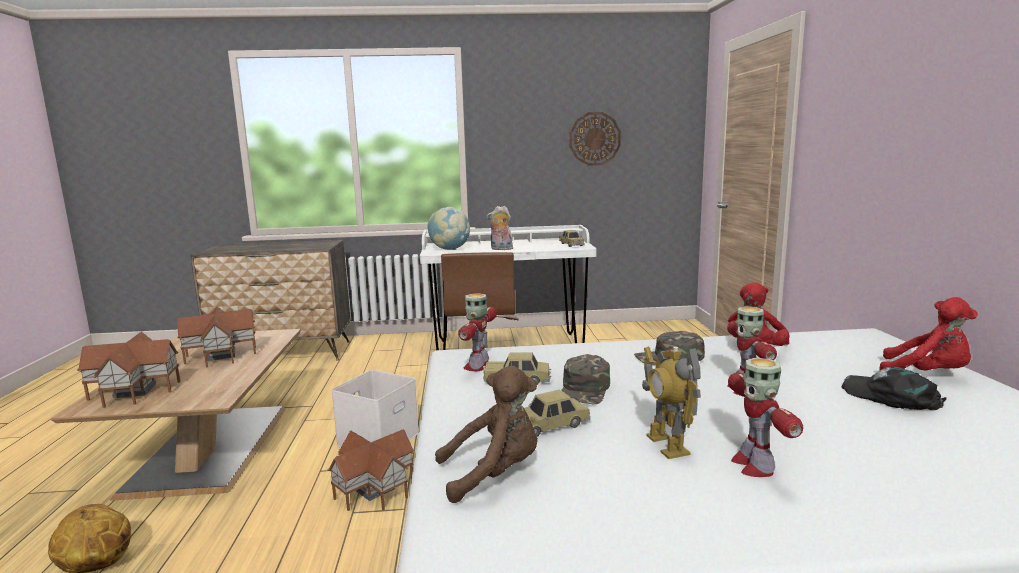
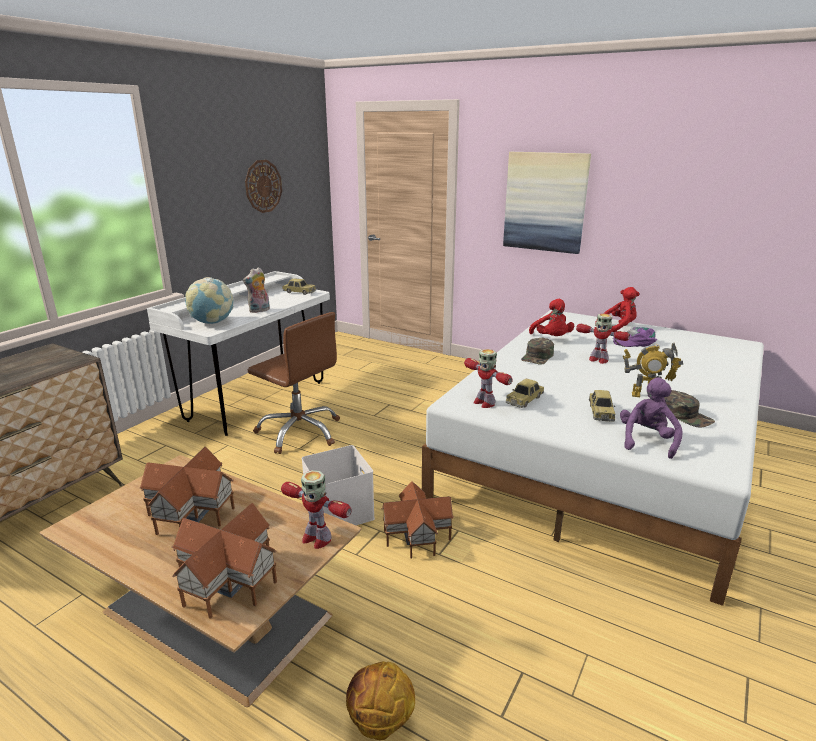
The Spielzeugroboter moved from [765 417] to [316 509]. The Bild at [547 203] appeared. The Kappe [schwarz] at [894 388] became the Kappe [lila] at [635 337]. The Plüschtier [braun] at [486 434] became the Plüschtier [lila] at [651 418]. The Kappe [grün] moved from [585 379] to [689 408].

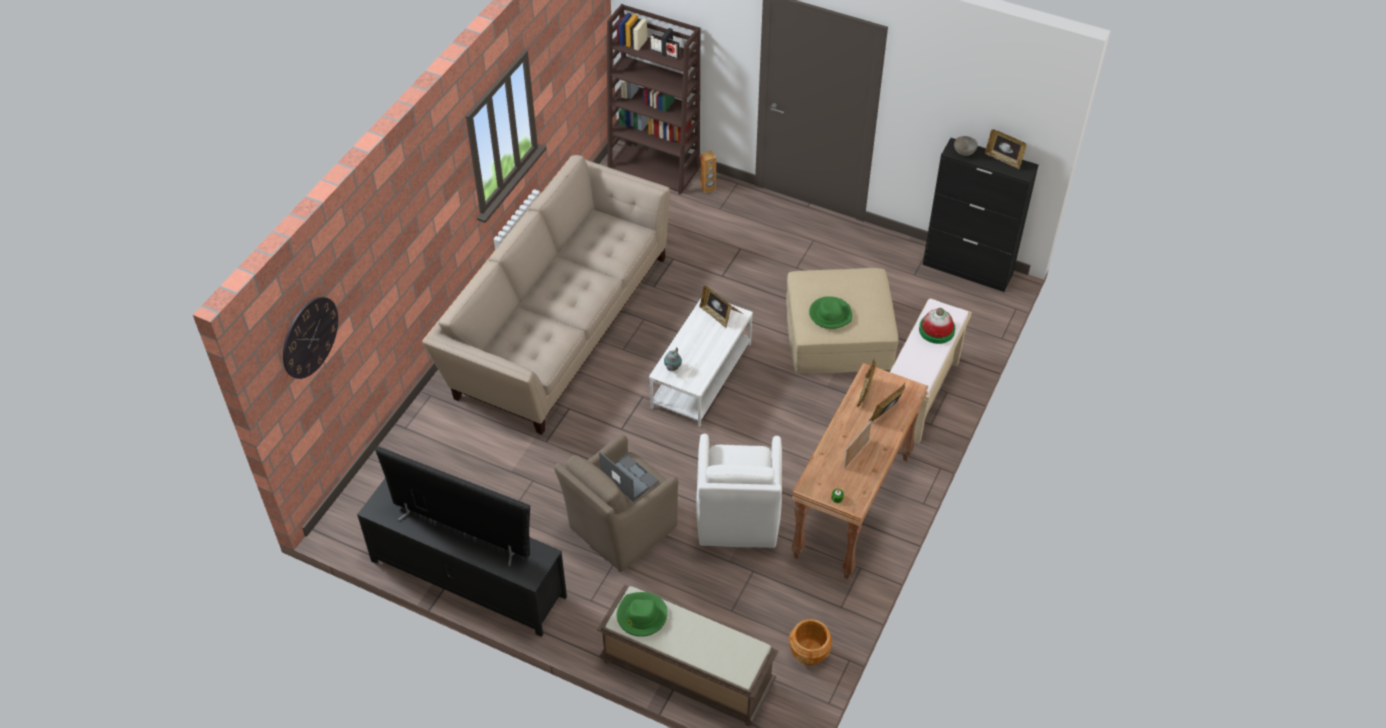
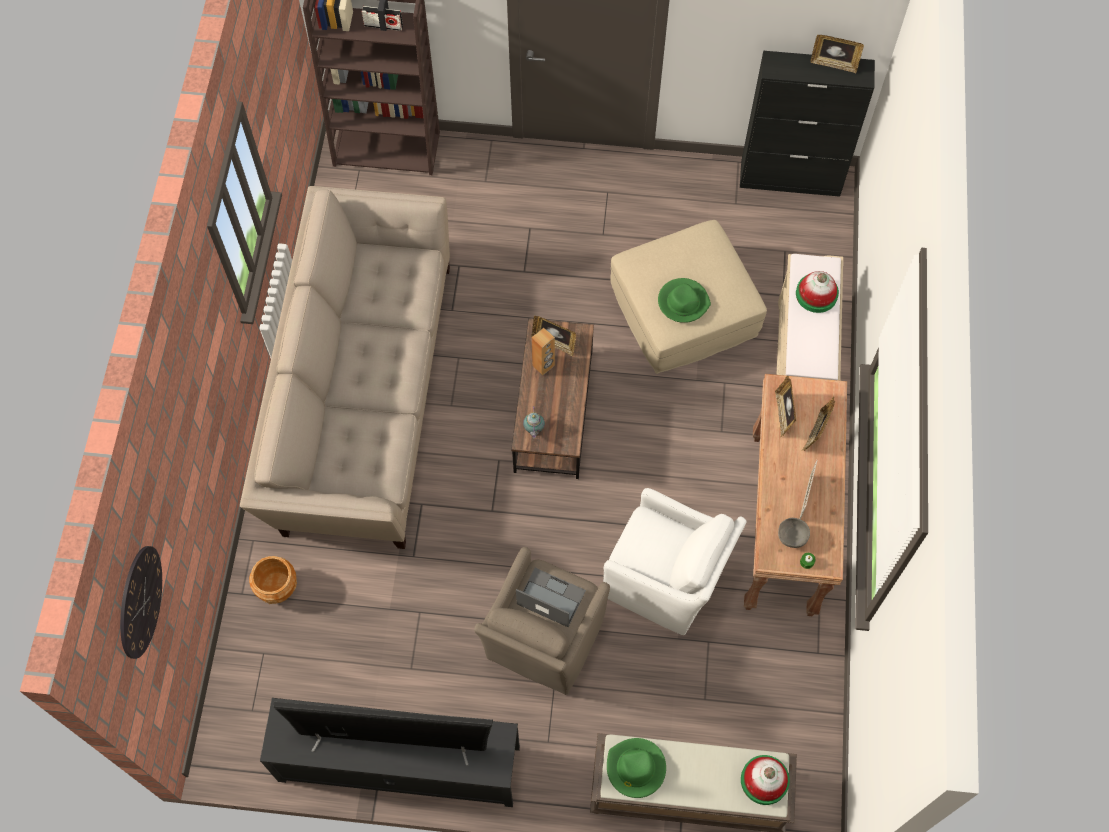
The Pflanzkübel [braun] moved from [810 642] to [273 580]. The Couchtisch [weiß] at [701 362] became the Couchtisch [braun] at [552 398]. The Lautsprecher [braun] moved from [708 172] to [543 352]. The Sessel [weiß] at [739 491] turned 45 degrees counterclockwise. The Hut at [765 780] appeared. The Schüssel [grau] moved from [966 146] to [794 533].

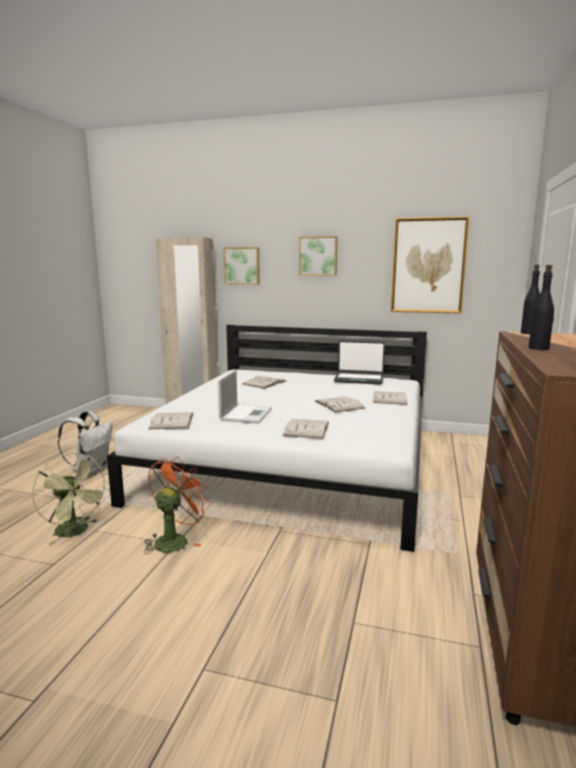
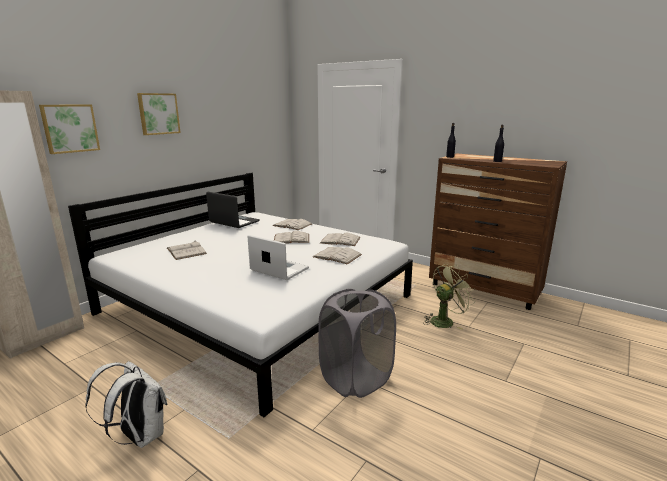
The Laptop at [359 362] turned 90 degrees counterclockwise. The Ventilator [orange] at [177 505] was replaced by the Wäschekorb [grau] at [357 343]. The Buch [weiß] moved from [171 420] to [340 239]. The Ventilator [grün] moved from [70 499] to [449 297]. The Bild at [430 265] disappeared.

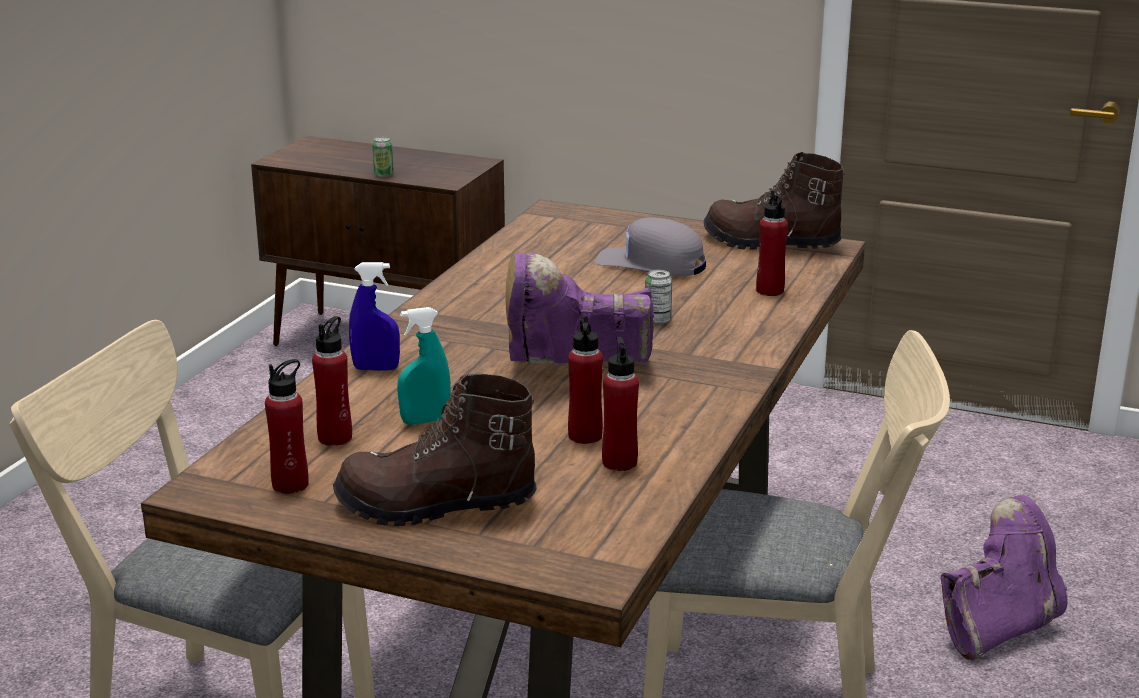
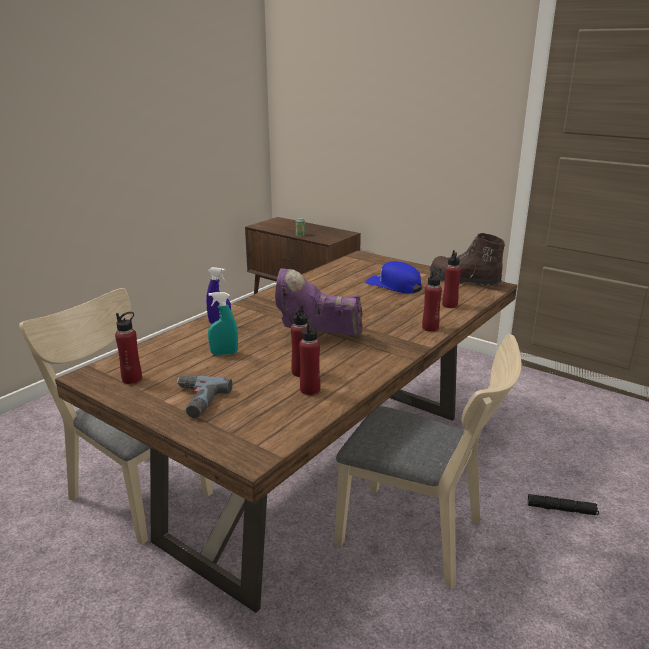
The Stiefel [braun] at [435 450] was replaced by the Bohrmaschine at [204 396]. The Kappe [grau] at [650 246] became the Kappe [blau] at [393 277]. The Flasche [rot] moved from [332 381] to [432 300]. The Stiefel [lila] at [1004 577] was replaced by the Taschenlampe [schwarz] at [563 504]. The Dose at [658 297] disappeared.

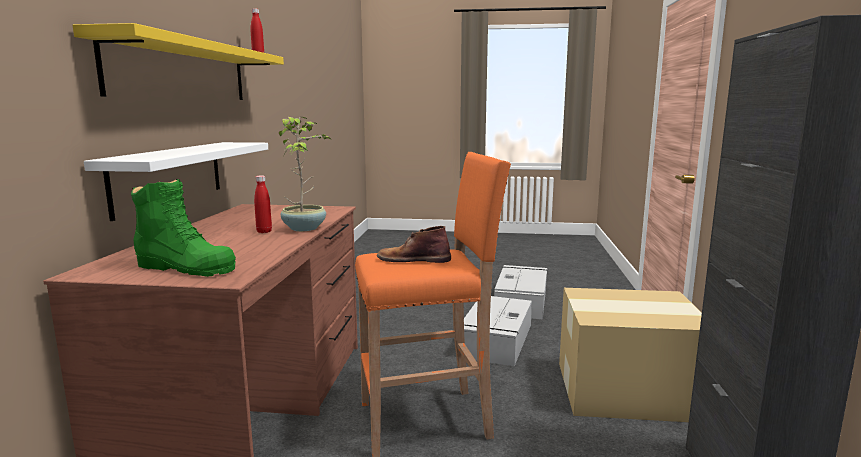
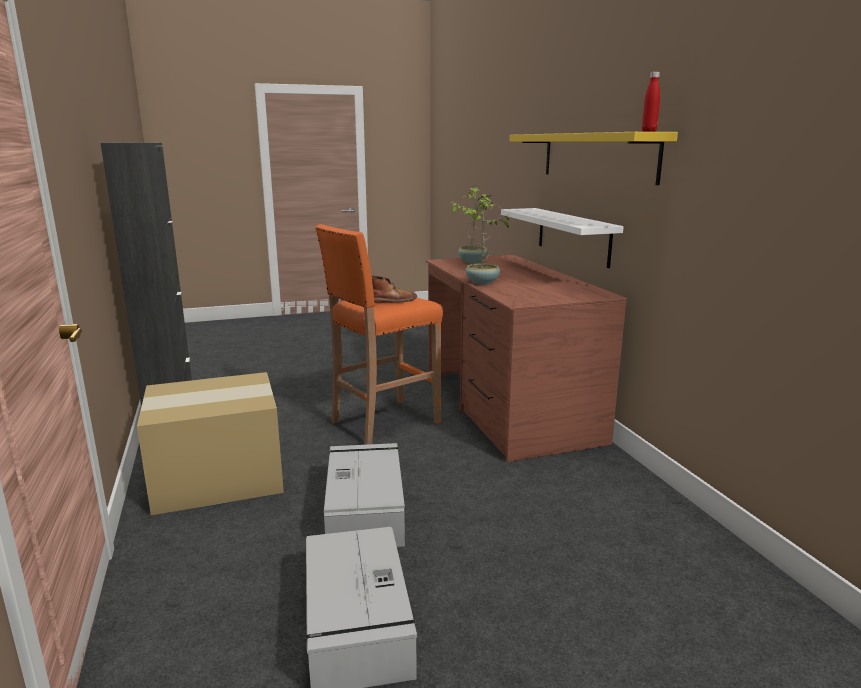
The Stiefel [grün] at [183 228] was replaced by the Topfpflanze at [470 224]. The Flasche [rot] at [263 204] disappeared.

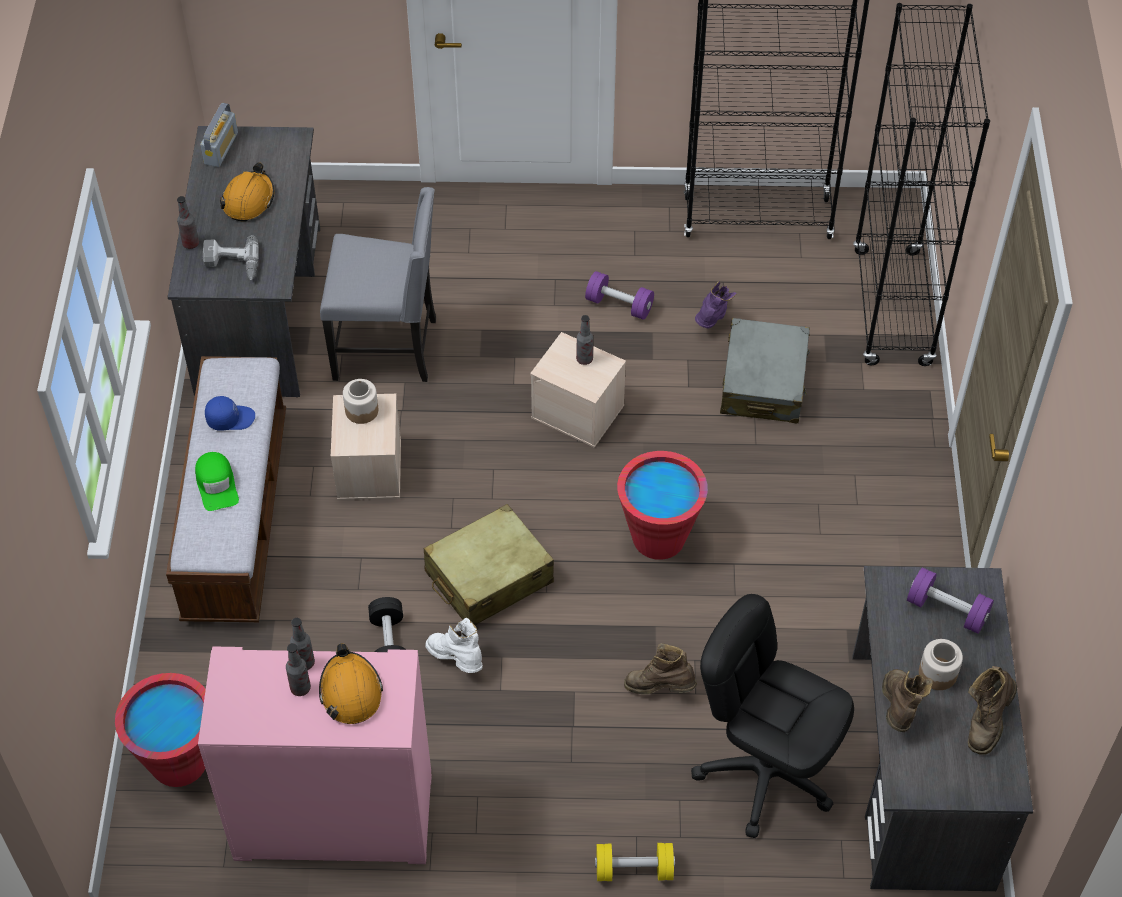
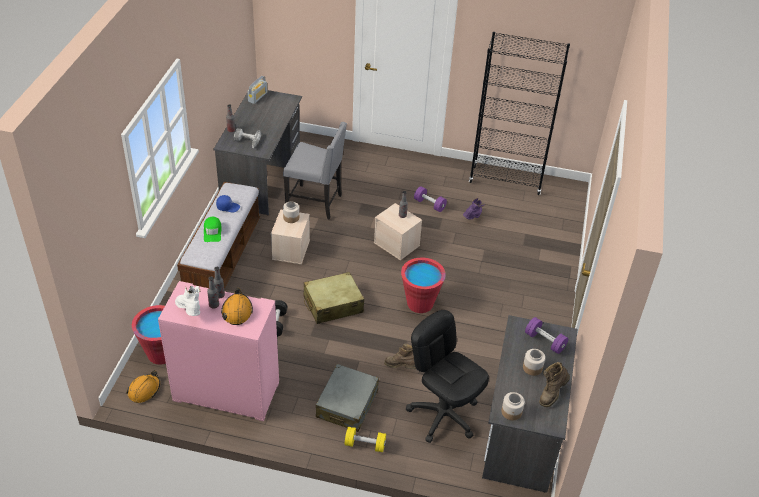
The Schutzhelm [orange] moved from [247 192] to [143 386]. The Stiefel [weiß] moved from [454 645] to [187 301]. The Koffer [grau] moved from [765 371] to [347 398]. The Vorratsglas at [513 406] appeared. The Bücherregal [schwarz] at [921 184] disappeared. The Stiefel [braun] at [907 700] disappeared.

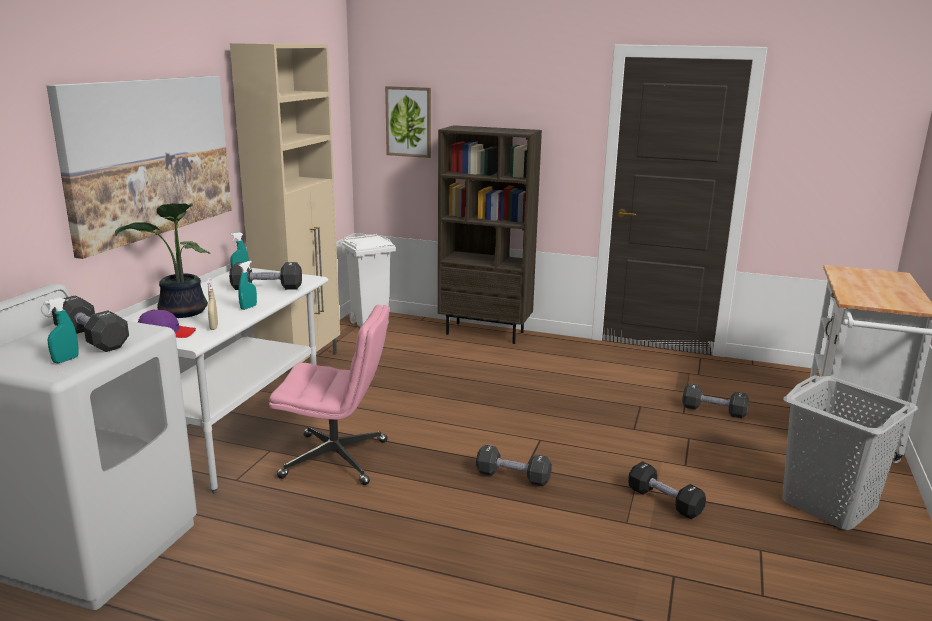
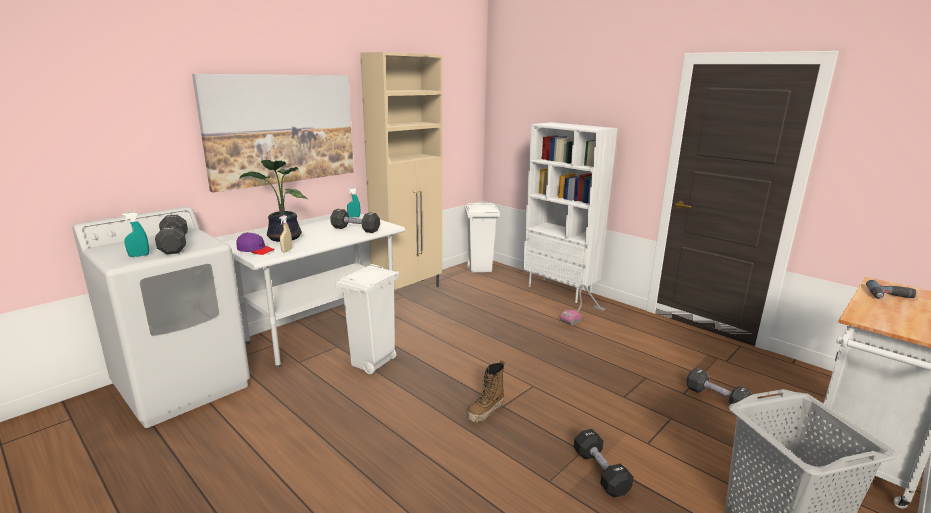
The Bürostuhl [rosa] at [329 394] was replaced by the Mülleimer [weiß] at [367 319]. The Hantel [schwarz] at [514 465] was replaced by the Stiefel at [486 391]. The Bücherregal [braun] at [490 234] became the Bücherregal [weiß] at [570 212]. The Staubsauger at [583 305] appeared. The Bohrmaschine at [891 289] appeared. The Sprühflasche [türkis] at [247 285] disappeared. The Bild at [408 122] disappeared.

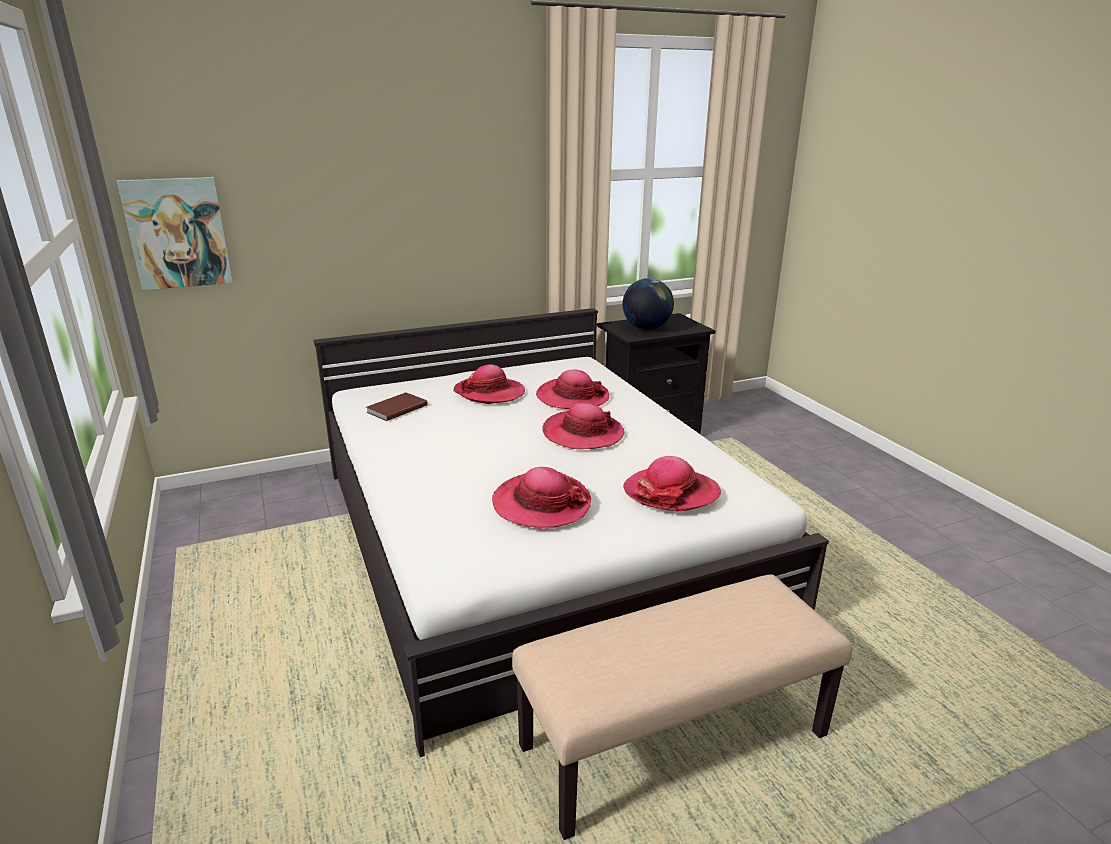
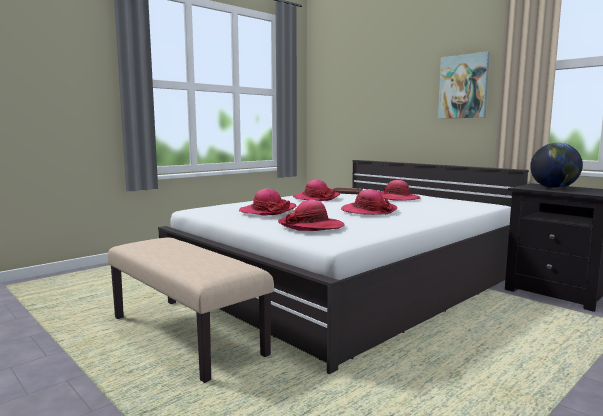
The Hut moved from [573 389] to [316 190]. The Bild moved from [175 233] to [464 85].

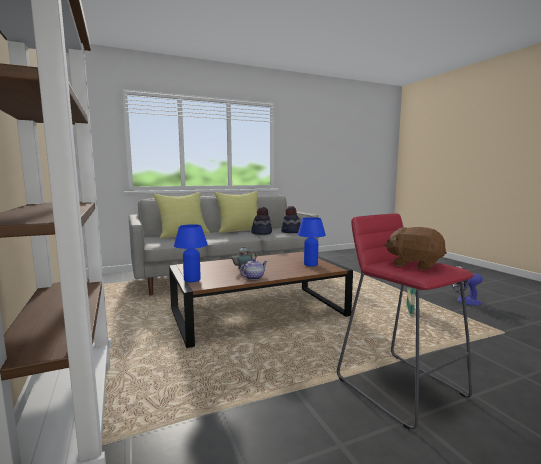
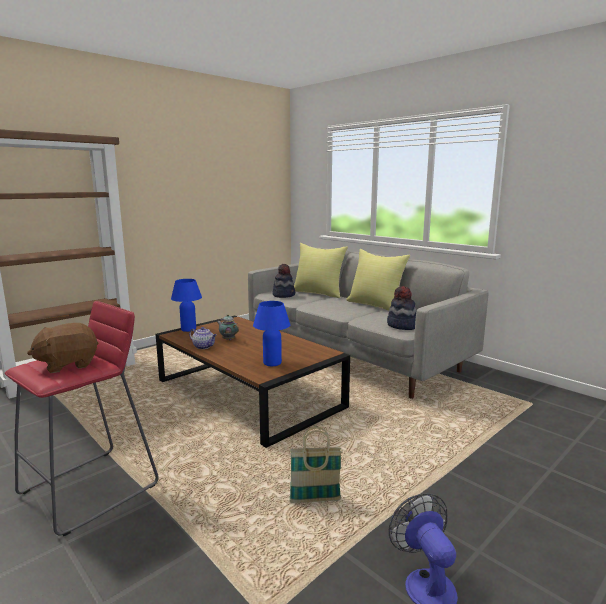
The Plüschtier [braun] at [416 248] turned 135 degrees counterclockwise. The Hut moved from [261 221] to [283 281].

